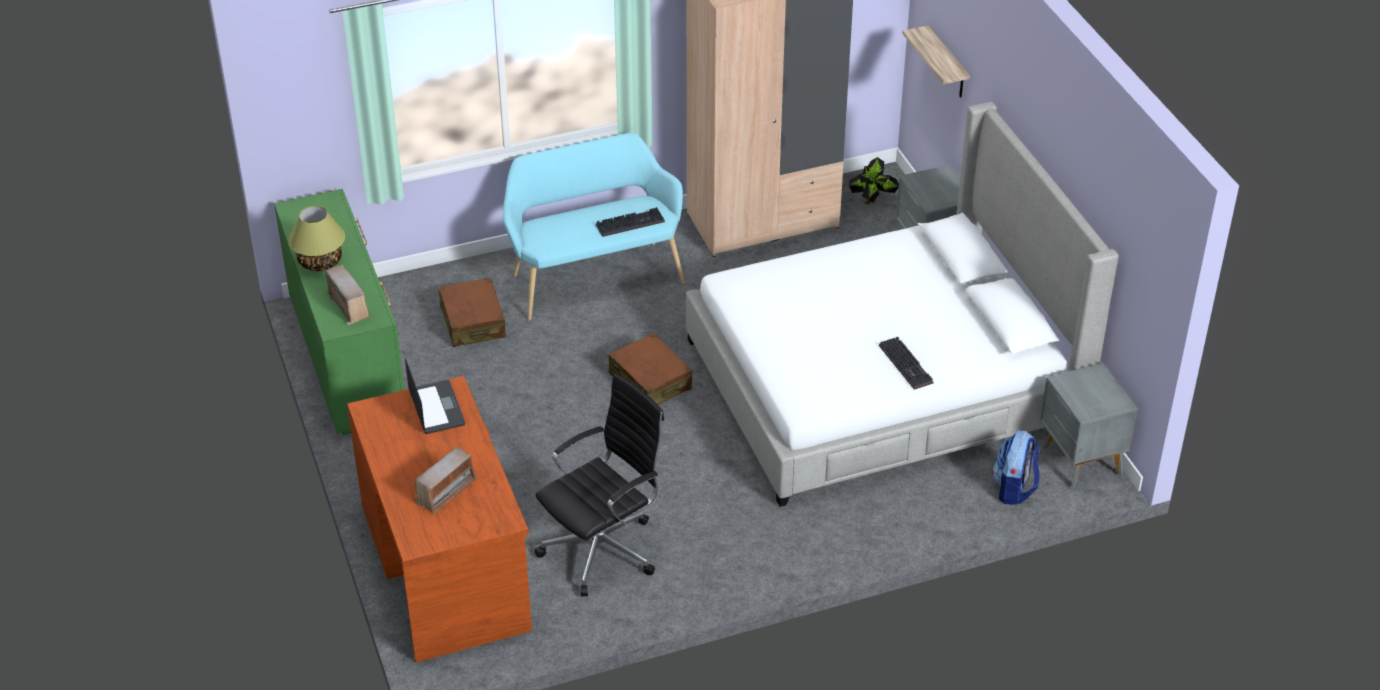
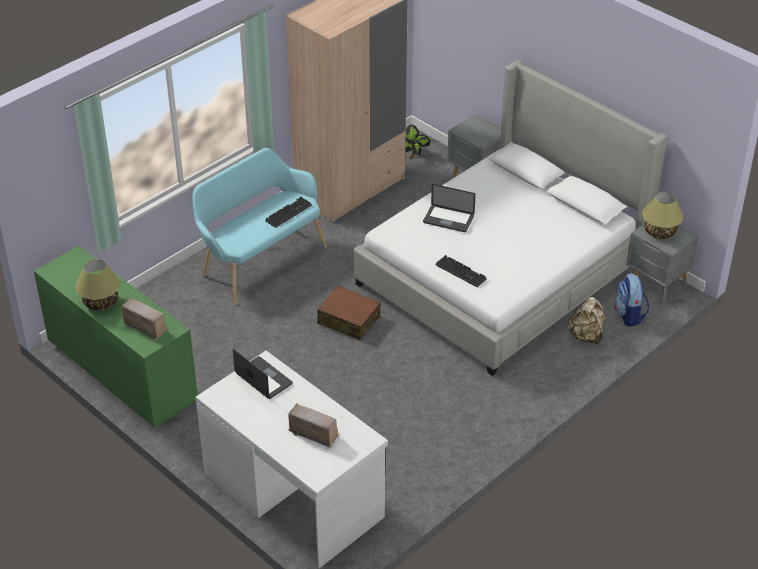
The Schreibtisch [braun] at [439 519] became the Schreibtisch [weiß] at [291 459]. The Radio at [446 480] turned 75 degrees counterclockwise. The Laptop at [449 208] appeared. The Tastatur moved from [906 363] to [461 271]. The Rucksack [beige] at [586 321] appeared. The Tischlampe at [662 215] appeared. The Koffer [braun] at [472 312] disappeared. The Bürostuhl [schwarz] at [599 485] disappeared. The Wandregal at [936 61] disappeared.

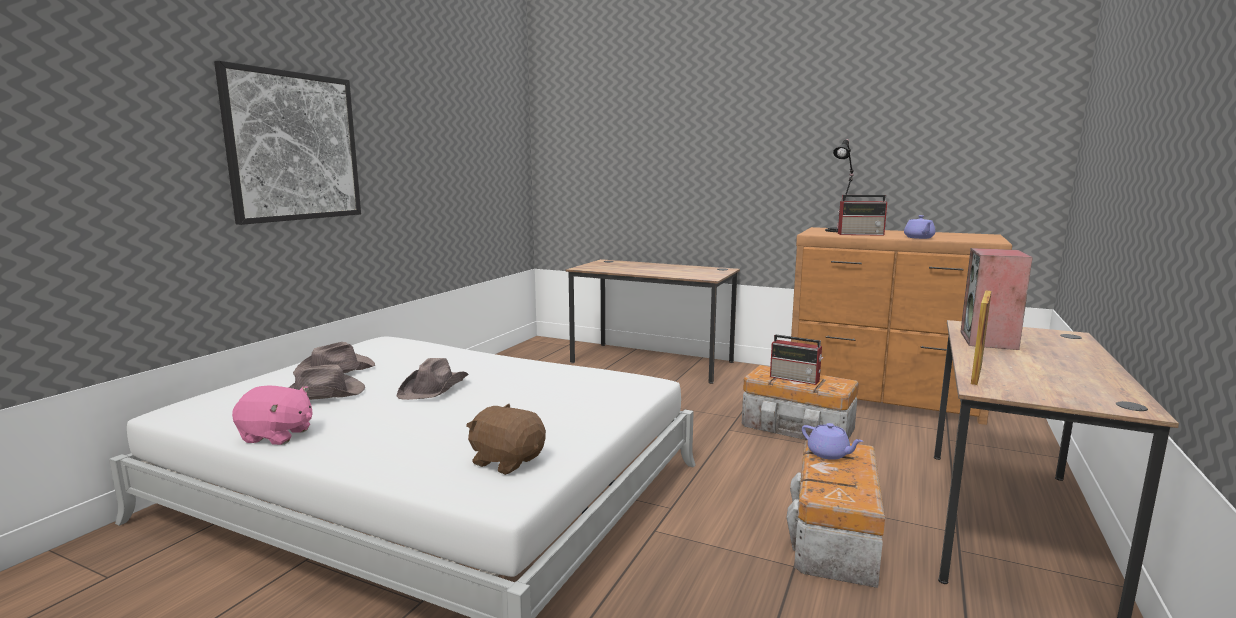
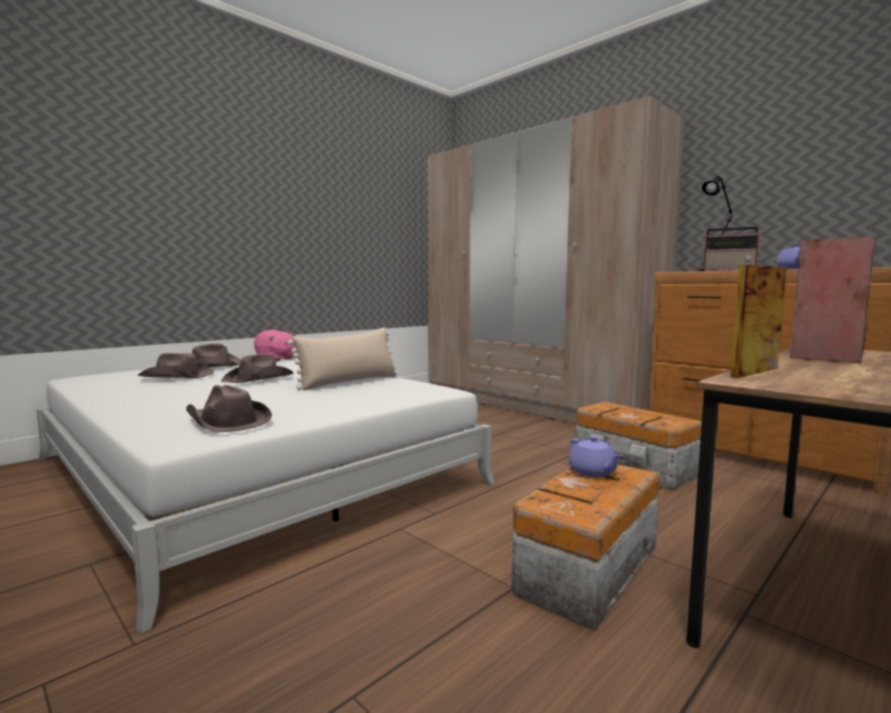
The Plüschtier [braun] at [506 439] was replaced by the Hut [braun] at [229 408]. The Plüschtier [rosa] moved from [272 415] to [274 345]. The Kissen [beige] at [343 359] appeared. The Schreibtisch [braun] at [653 321] was replaced by the Kleiderschrank [beige] at [555 260]. The Bild at [287 143] disappeared. The Radio at [797 359] disappeared.

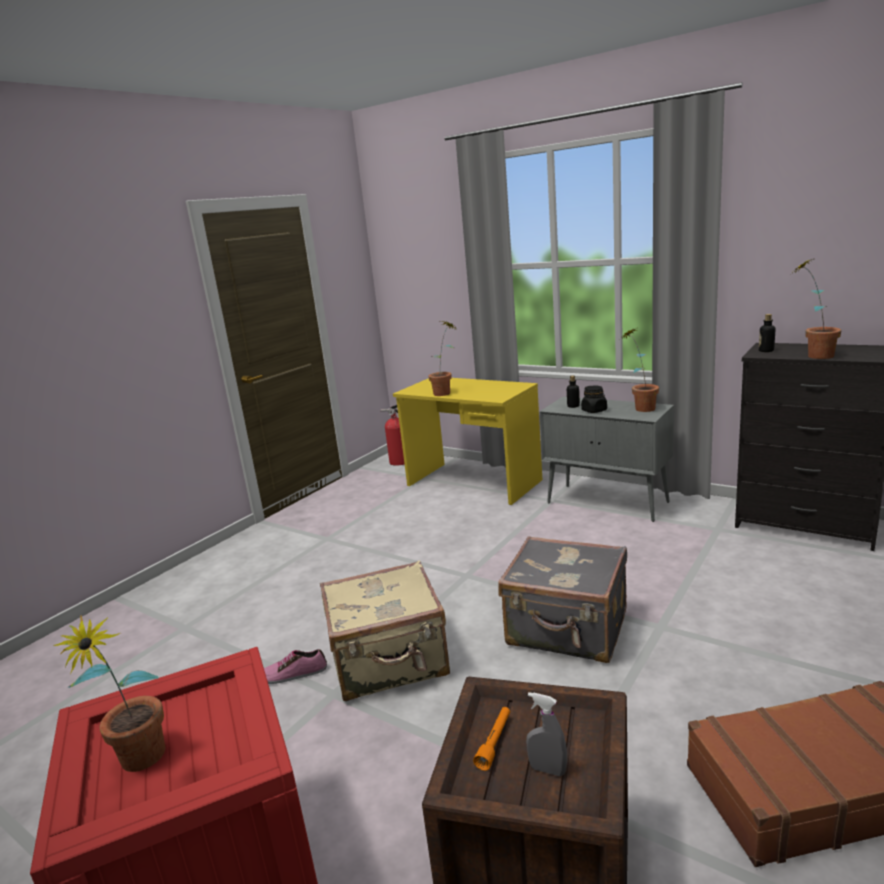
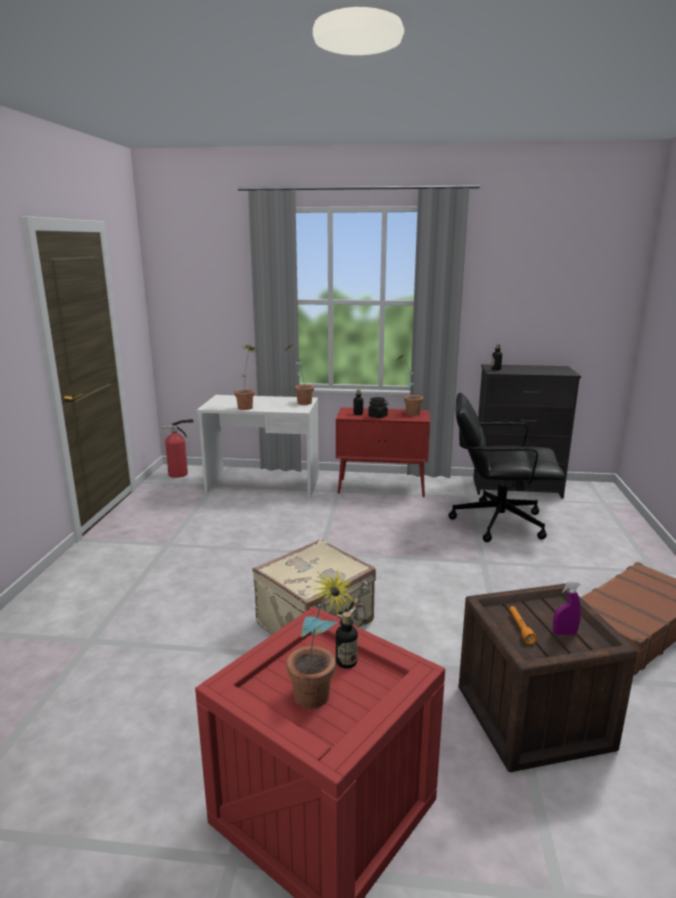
The Schreibtisch [gelb] at [467 441] became the Schreibtisch [weiß] at [258 446]. The Topfpflanze moved from [817 308] to [299 374]. The Schrank [grau] at [606 459] became the Schrank [rot] at [383 452]. The Flasche at [347 640] appeared. The Bürostuhl [schwarz] at [507 467] appeared. The Sprühflasche [grau] at [546 734] became the Sprühflasche [lila] at [567 608]. The Schuh at [295 666] disappeared. The Koffer [grau] at [562 599] disappeared.

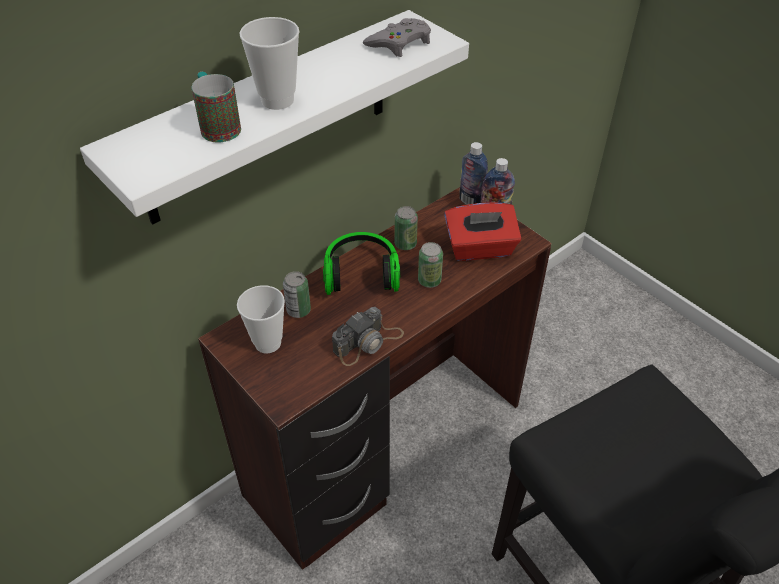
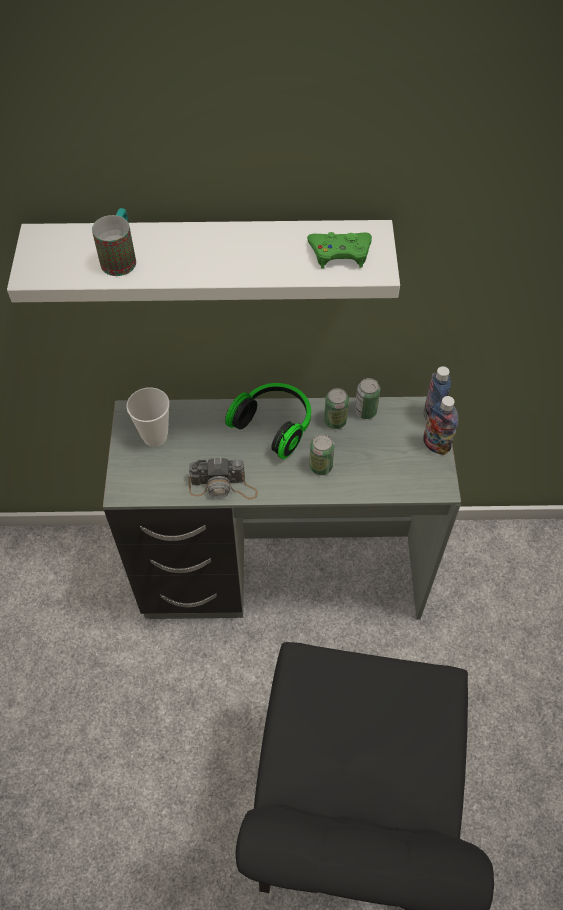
The Schreibtisch [braun] at [375 378] became the Schreibtisch [grau] at [282 508]. The Gamepad [grau] at [397 37] became the Gamepad [grün] at [339 250]. The Dose moved from [297 294] to [367 398]. The Tasse at [270 63] disappeared. The Taschentuchbox [rot] at [482 232] disappeared.

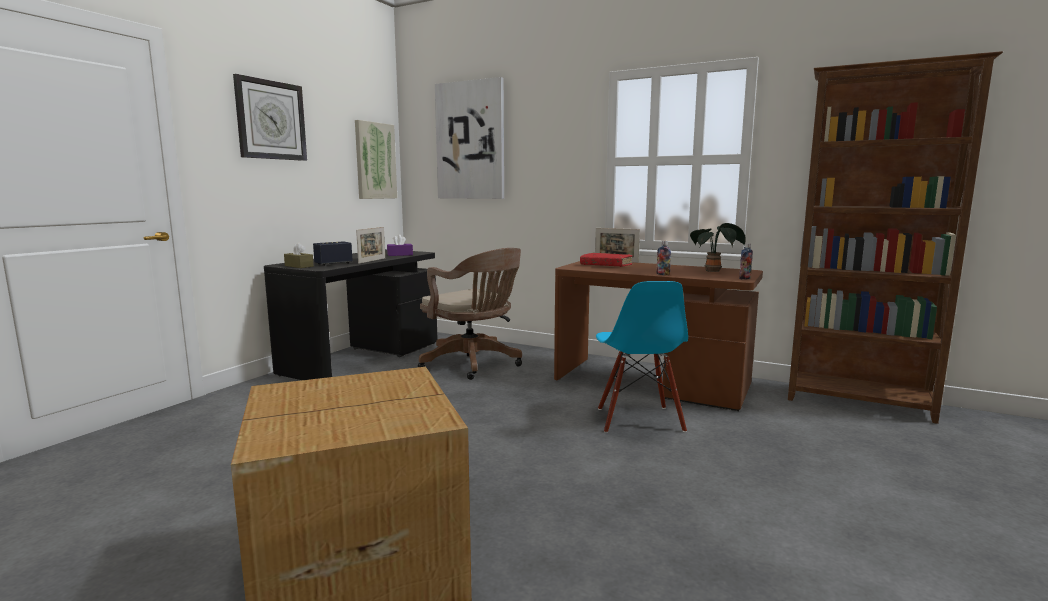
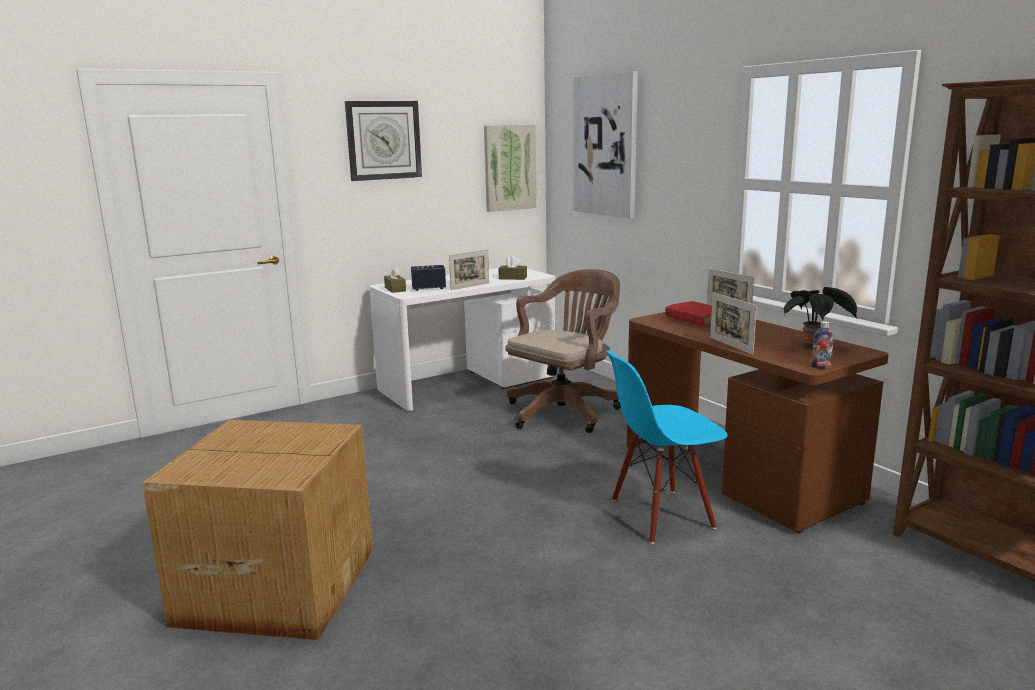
The Schreibtisch [schwarz] at [350 314] became the Schreibtisch [weiß] at [462 339]. The Taschentuchbox [lila] at [400 245] became the Taschentuchbox [braun] at [512 268]. The Bürostuhl [braun] at [470 314] turned 120 degrees counterclockwise. The Stuhl [blau] at [642 357] turned 45 degrees clockwise. The Flasche at [663 258] was replaced by the Bilderrahmen at [733 323].

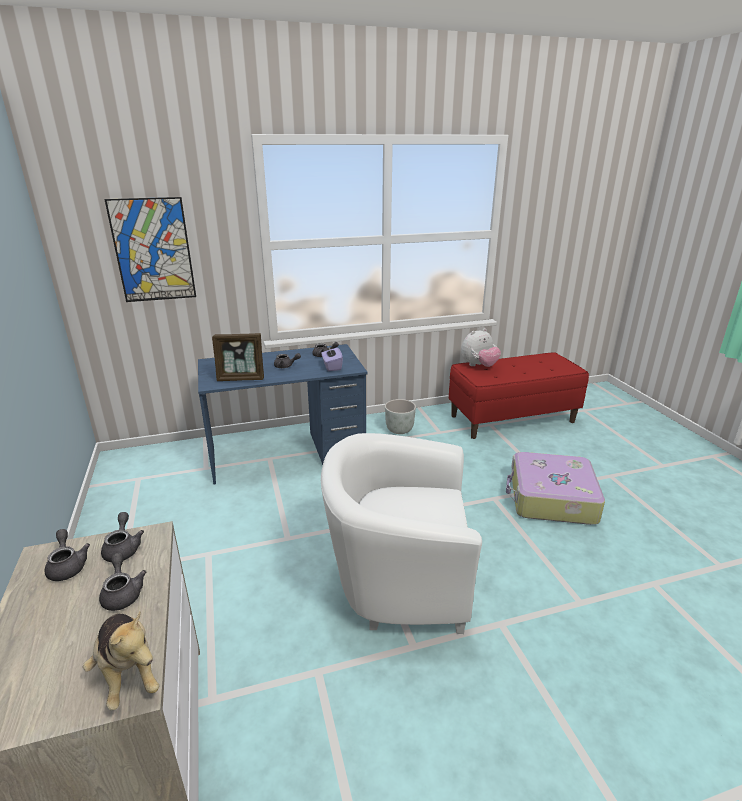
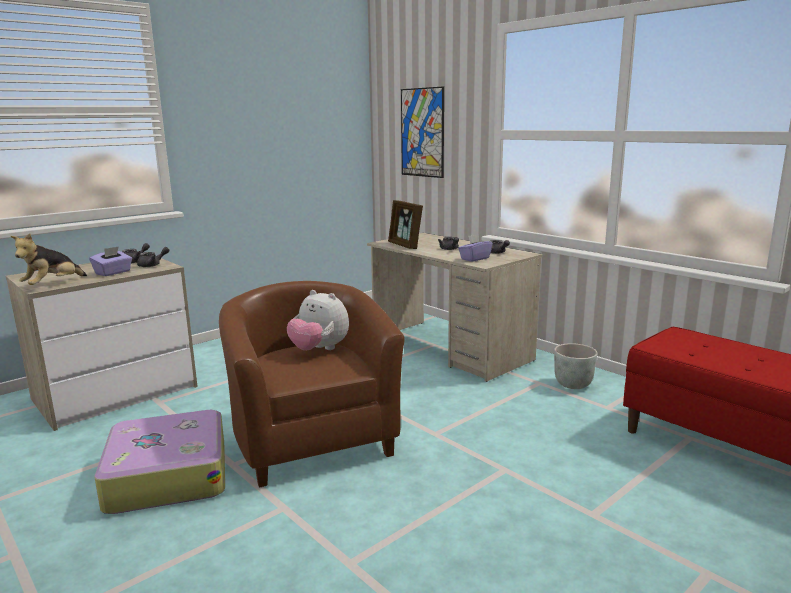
The Teekanne [grau] at [122 582] was replaced by the Taschentuchbox [lila] at [110 261]. The Koffer moved from [555 488] to [159 462]. The Sessel [weiß] at [401 533] became the Sessel [braun] at [312 384]. The Plüschtier moved from [481 347] to [318 320]. The Schreibtisch [blau] at [282 414] became the Schreibtisch [beige] at [455 307].

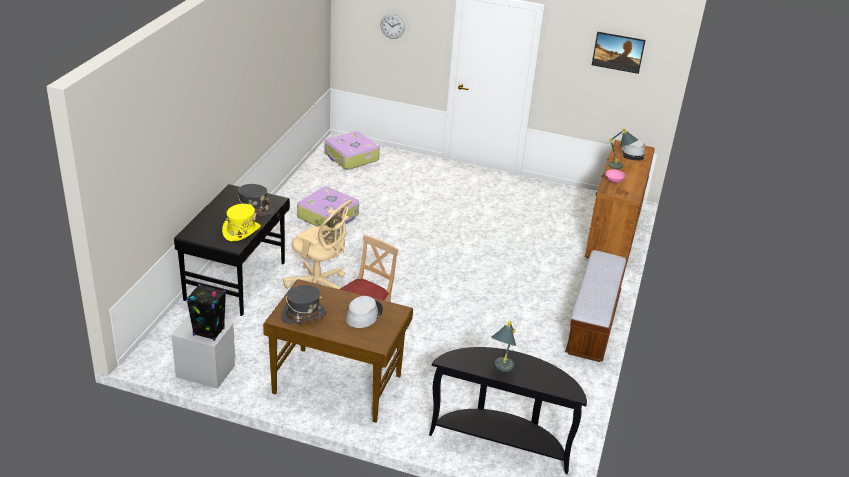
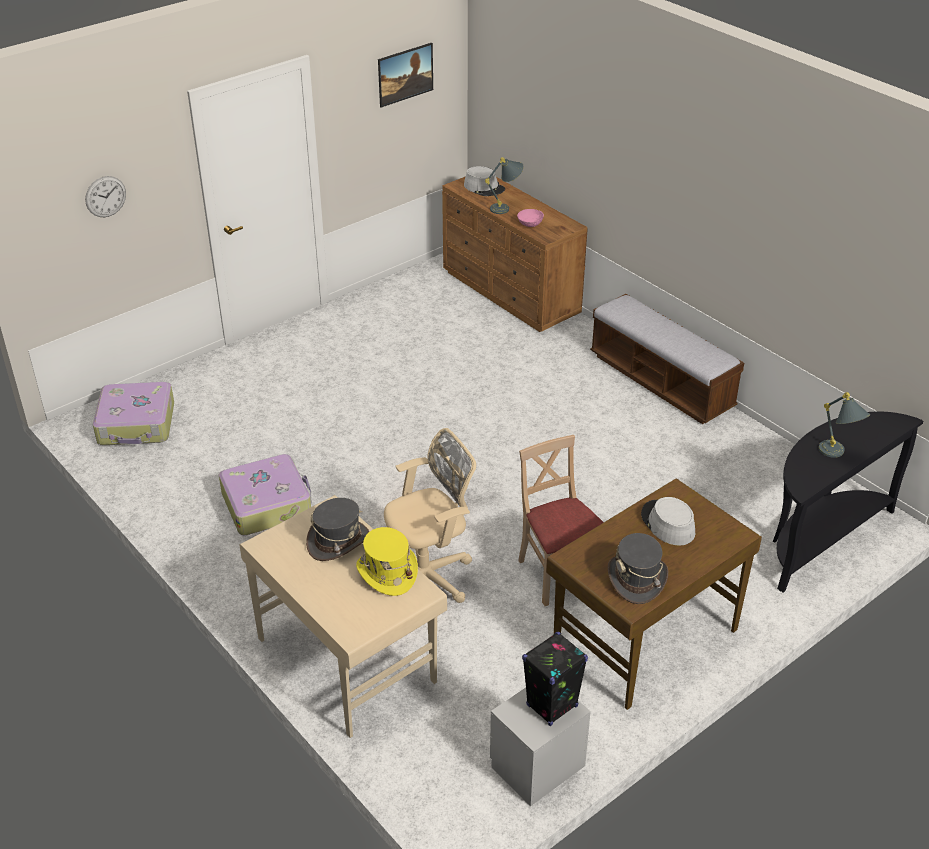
The Schreibtisch [schwarz] at [232 250] became the Schreibtisch [beige] at [343 616].

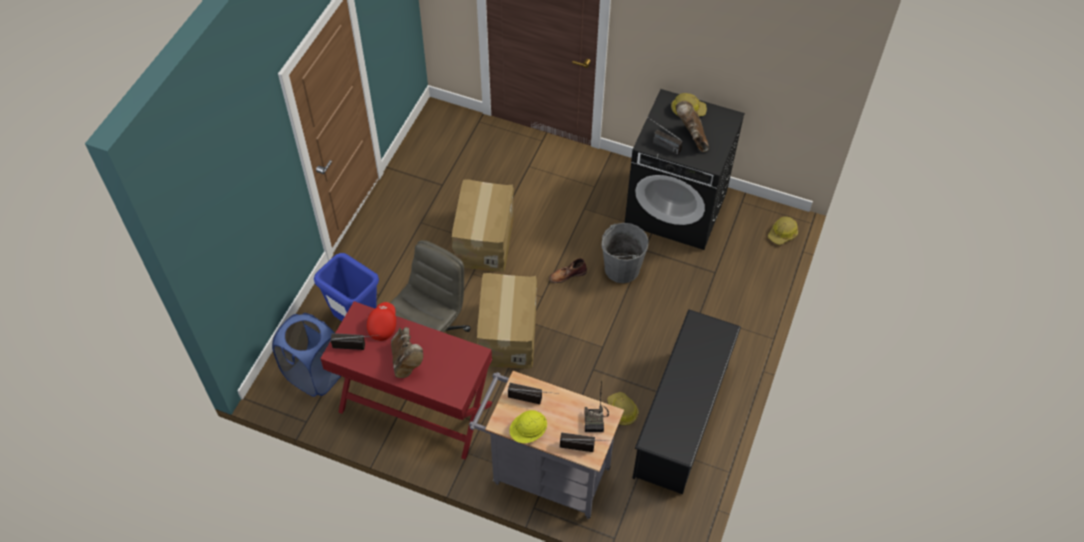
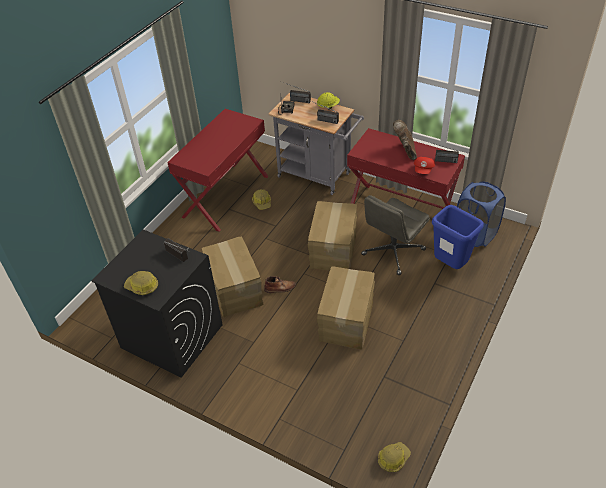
The Schuhregal [schwarz] at [686 401] was replaced by the Schreibtisch [rot] at [218 170]. The Eimer [grau] at [625 253] was replaced by the Karton at [233 277]. The Schutzhelm moved from [783 231] to [394 457]. The Stiefel [braun] at [692 126] disappeared.

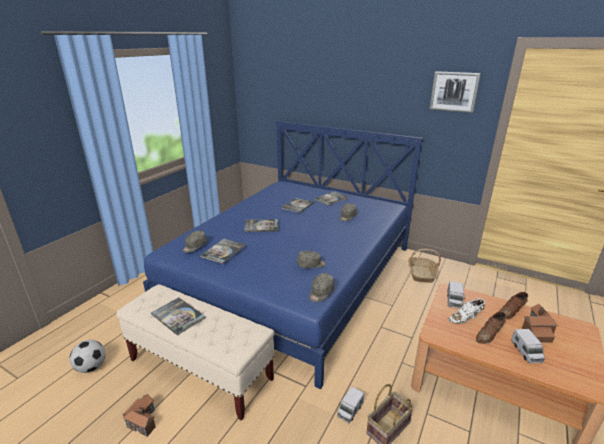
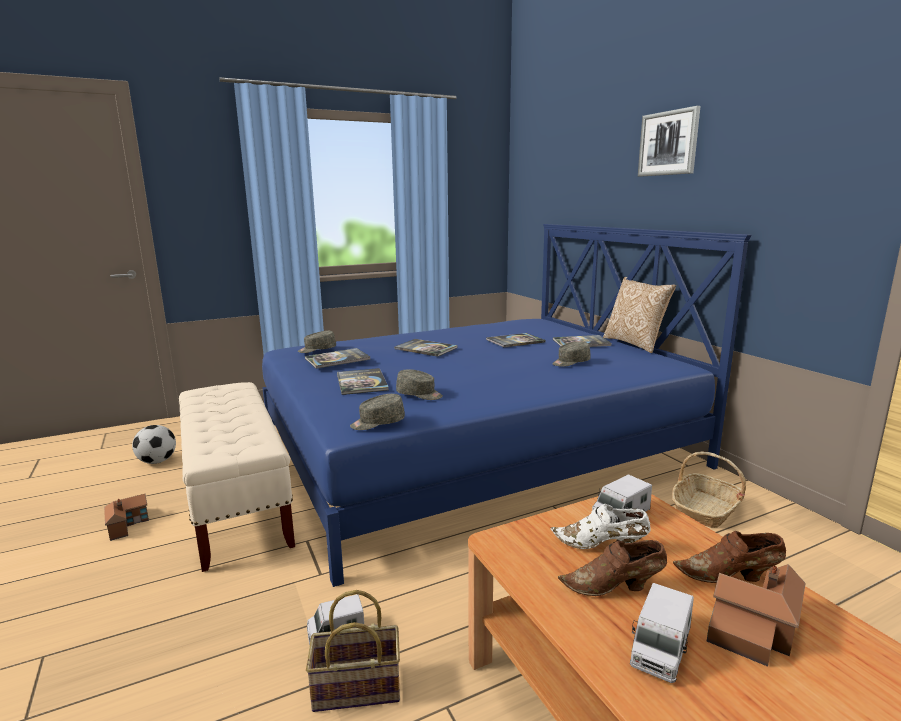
The Buch moved from [178 316] to [363 381]. The Kissen at [639 315] appeared. The Bild moved from [455 92] to [669 141].

